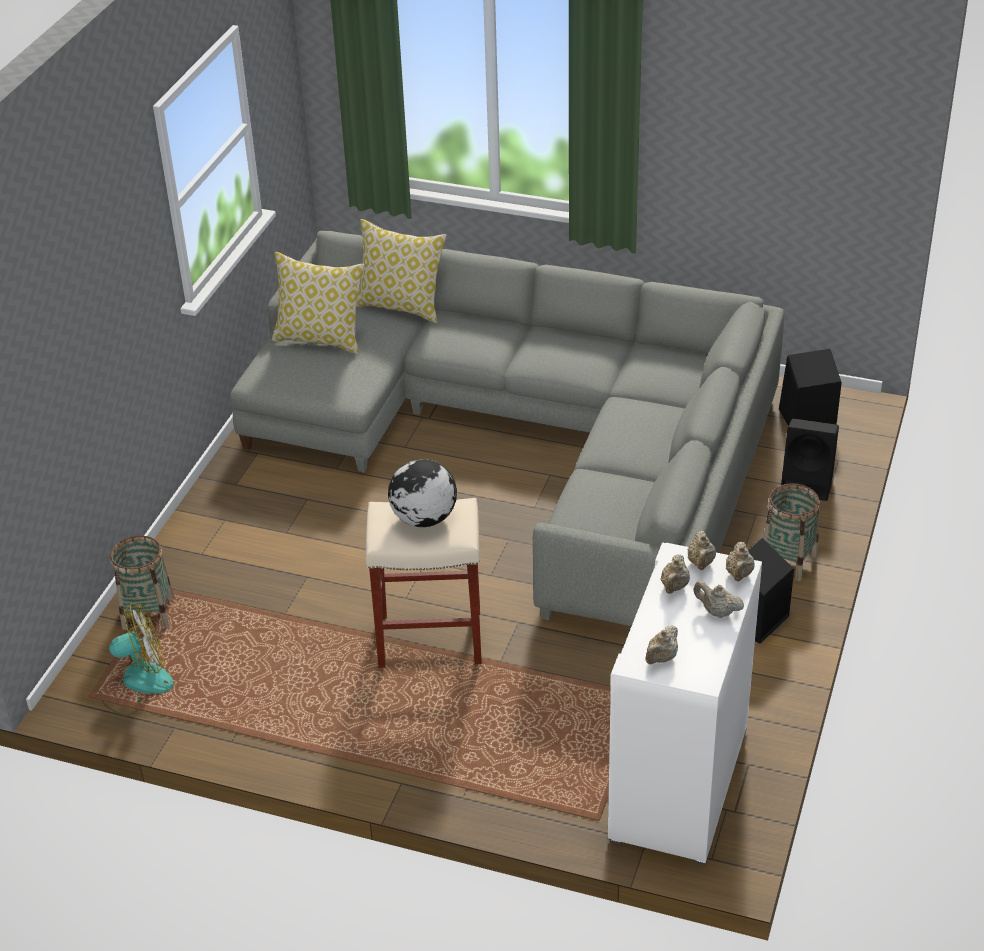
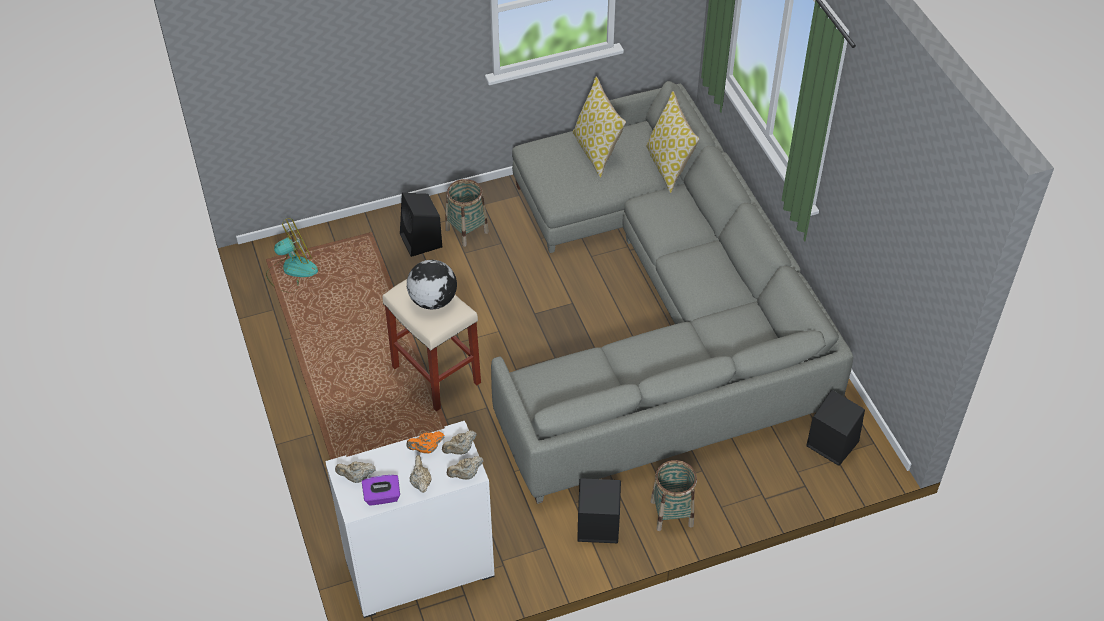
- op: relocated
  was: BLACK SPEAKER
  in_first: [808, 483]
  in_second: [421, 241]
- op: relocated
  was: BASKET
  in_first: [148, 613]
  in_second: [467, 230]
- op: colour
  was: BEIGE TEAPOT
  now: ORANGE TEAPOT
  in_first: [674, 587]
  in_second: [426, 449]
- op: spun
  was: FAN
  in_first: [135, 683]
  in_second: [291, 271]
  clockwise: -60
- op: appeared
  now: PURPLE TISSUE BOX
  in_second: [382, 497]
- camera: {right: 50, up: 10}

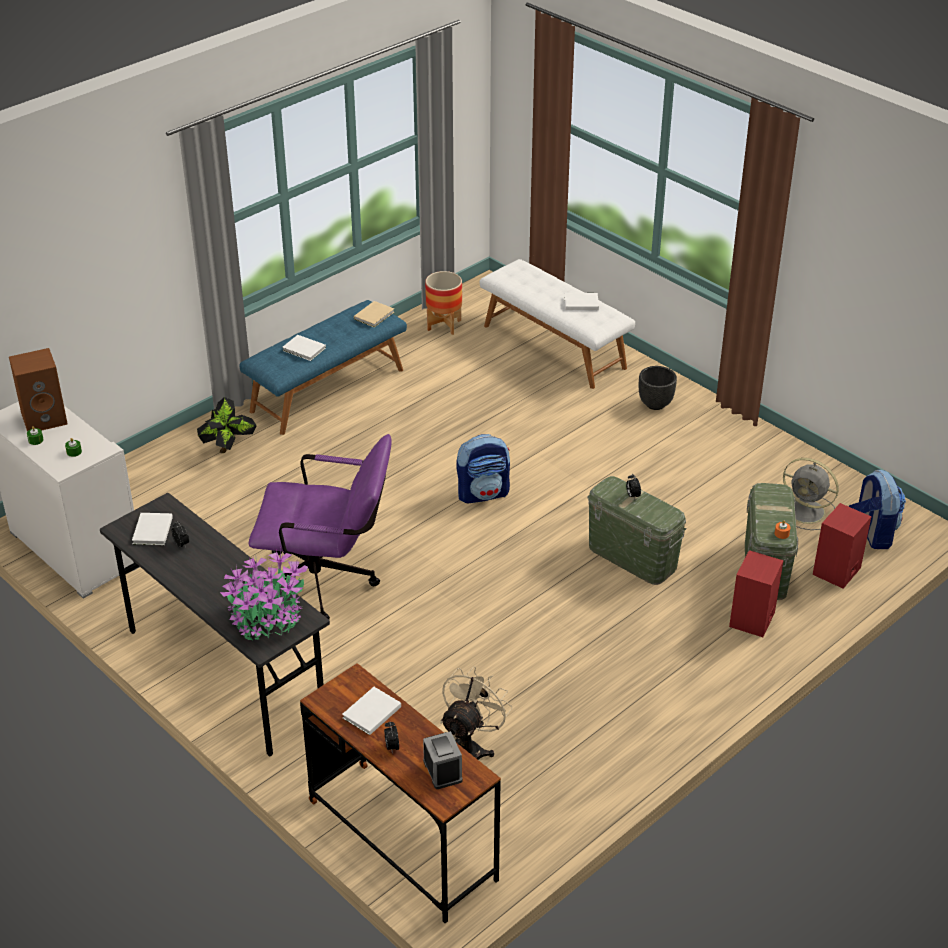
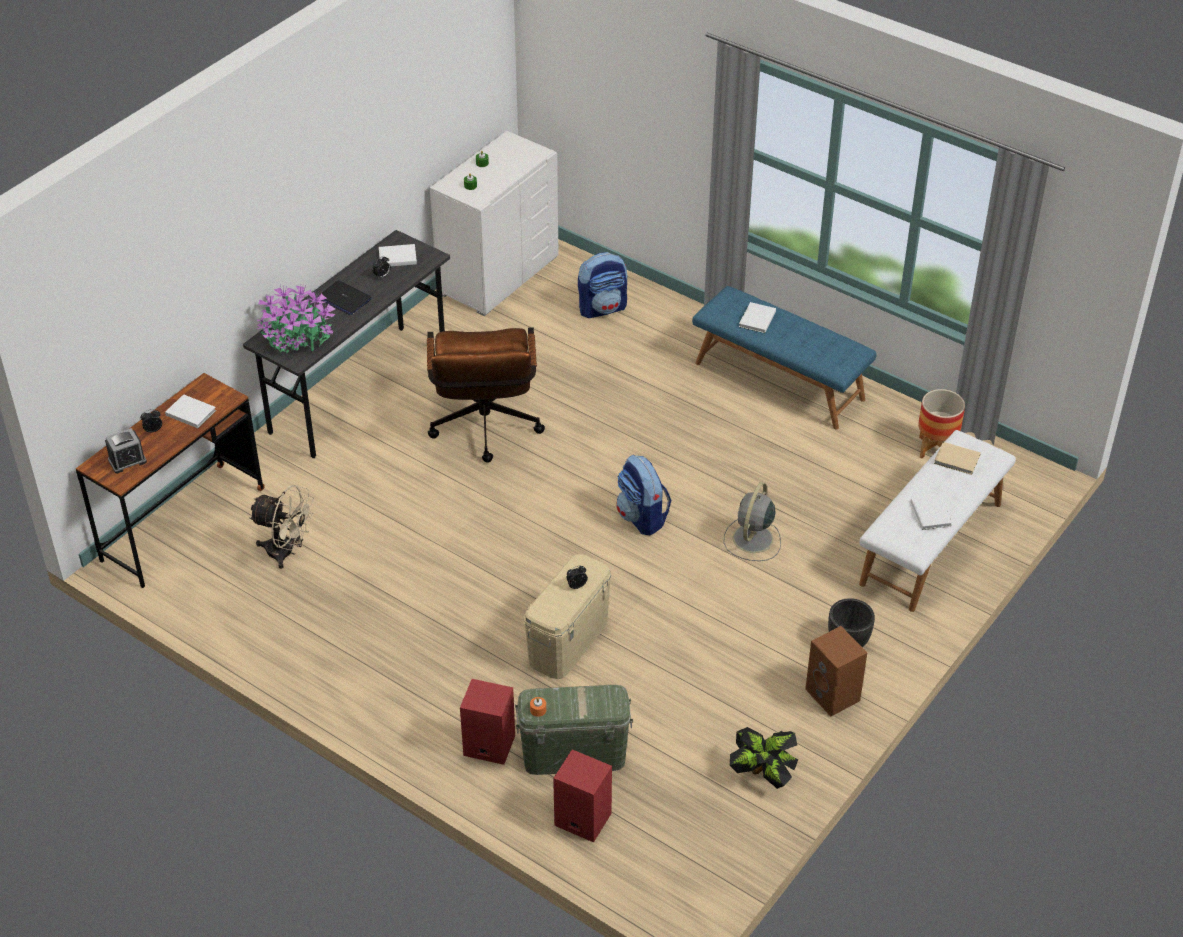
- op: relocated
  was: BEIGE BOOK
  in_first: [375, 315]
  in_second: [957, 460]
- op: relocated
  was: BROWN SPEAKER
  in_first: [45, 418]
  in_second: [834, 695]
- op: relocated
  was: POTTED PLANT
  in_first: [228, 448]
  in_second: [762, 775]
- op: colour
  was: PURPLE OFFICE CHAIR
  now: BROWN OFFICE CHAIR
  in_first: [328, 582]
  in_second: [485, 431]
- op: relocated
  was: GREY FAN
  in_first: [807, 512]
  in_second: [752, 540]
- op: relocated
  was: BACKPACK
  in_first: [872, 533]
  in_second: [603, 308]
- op: colour
  was: GREEN STORAGE BOX
  now: BEIGE STORAGE BOX
  in_first: [632, 557]
  in_second: [568, 641]
- op: appeared
  now: LAPTOP
  in_second: [344, 299]
- camera: {right: 80, up: 5}

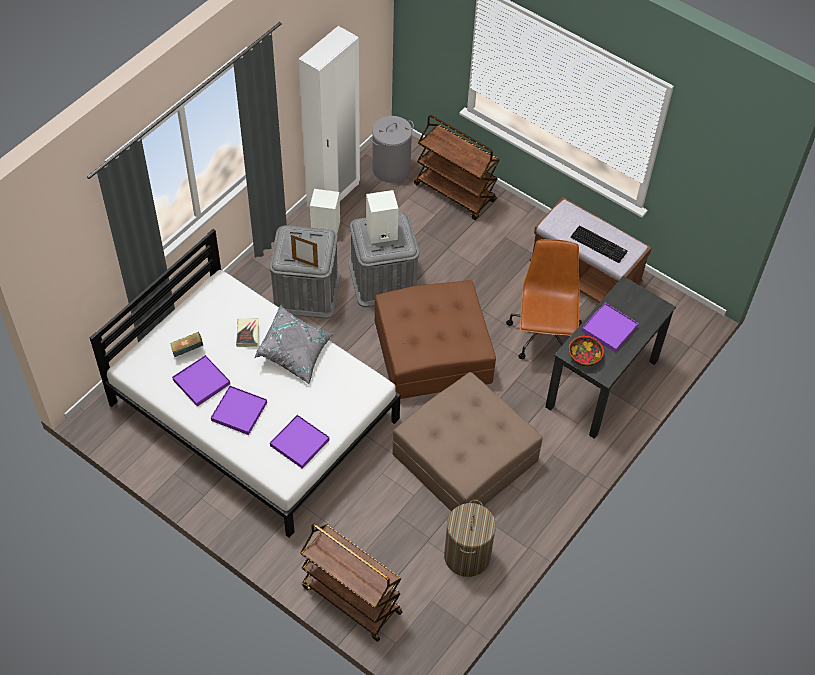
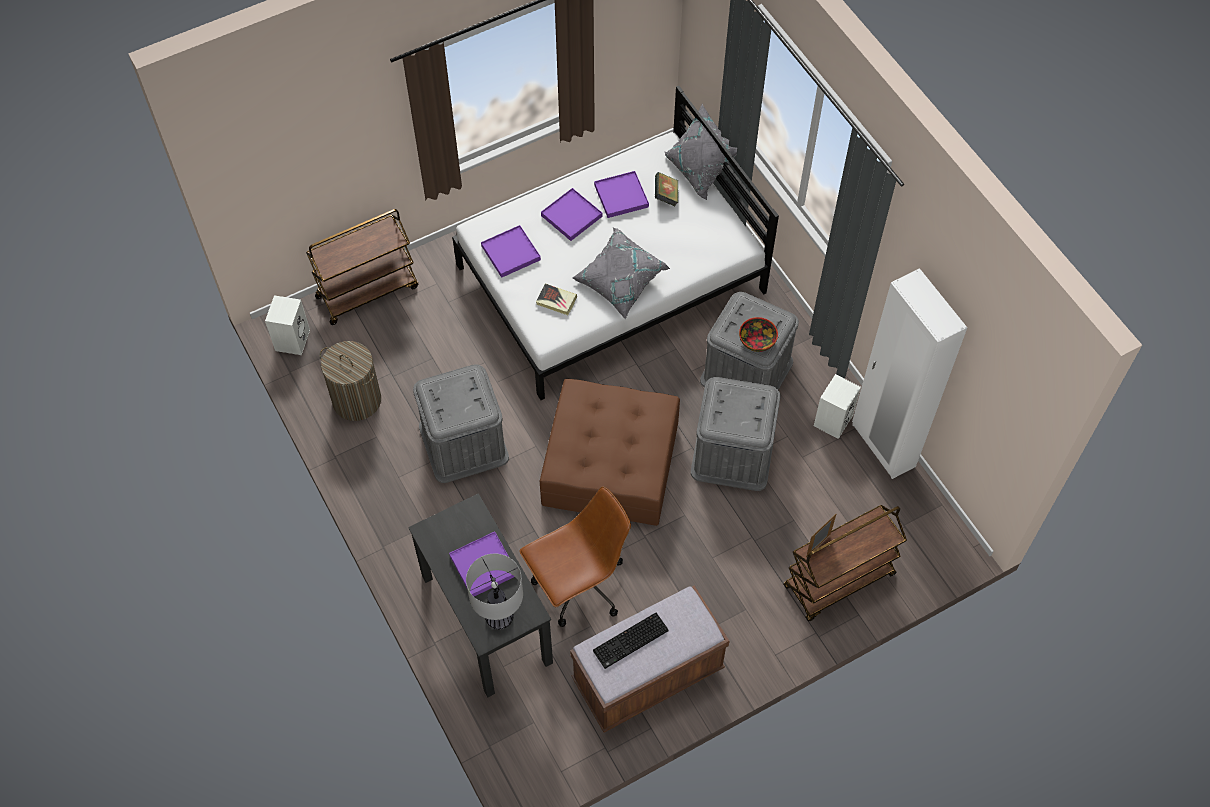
- op: missing
  was: GREY LAUNDRY BASKET
  in_first: [391, 168]
- op: relocated
  was: WHITE SPEAKER
  in_first: [381, 233]
  in_second: [292, 339]
- op: relocated
  was: PICTURE FRAME
  in_first: [305, 262]
  in_second: [818, 545]
- op: spun
  was: BROWN OFFICE CHAIR
  in_first: [544, 336]
  in_second: [578, 586]
  clockwise: -60
- op: relocated
  was: BOOK
  in_first: [248, 334]
  in_second: [556, 301]
- op: relocated
  was: BOWL
  in_first: [584, 357]
  in_second: [757, 340]
- op: exchanged
  was: BROWN OTTOMAN
  now: GREY STORAGE BOX
  in_first: [465, 457]
  in_second: [463, 442]
- op: appeared
  now: GREY PILLOW
  in_second: [700, 170]
- op: appeared
  now: TABLE LAMP
  in_second: [500, 618]
- camera: {right: 115, up: 5}

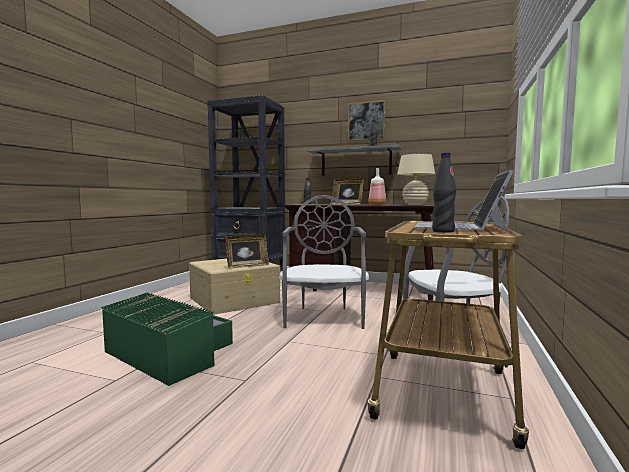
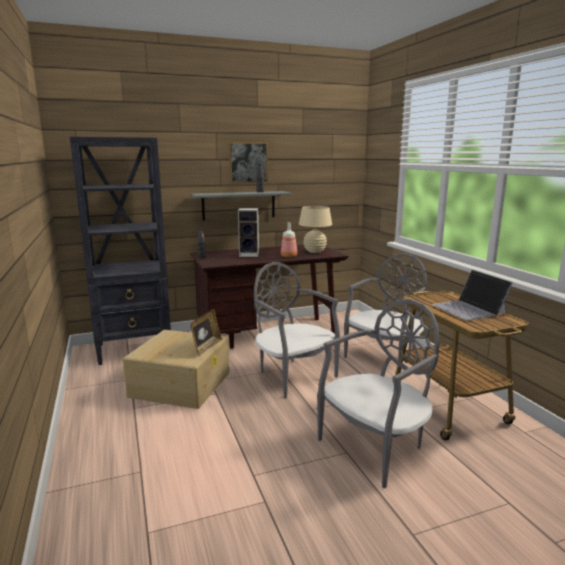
- op: missing
  was: BLACK BOTTLE
  in_first: [443, 231]
- op: exchanged
  was: PICTURE FRAME
  now: SPEAKER
  in_first: [347, 204]
  in_second: [250, 255]
- op: missing
  was: GREEN STORAGE BOX
  in_first: [169, 352]
- op: appeared
  now: GREY CHAIR
  in_second: [376, 447]
- camera: {right: -40, up: 10}

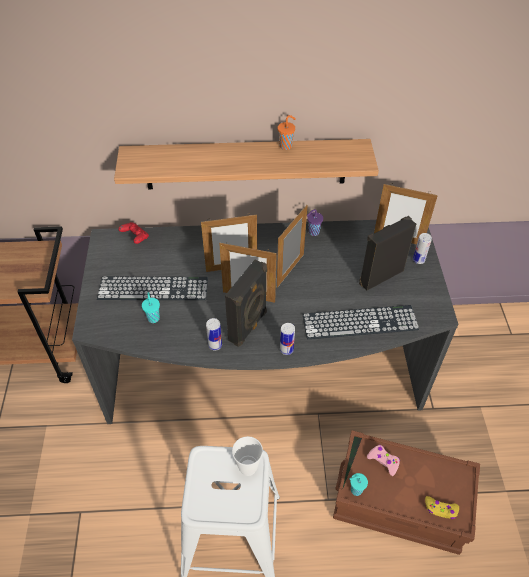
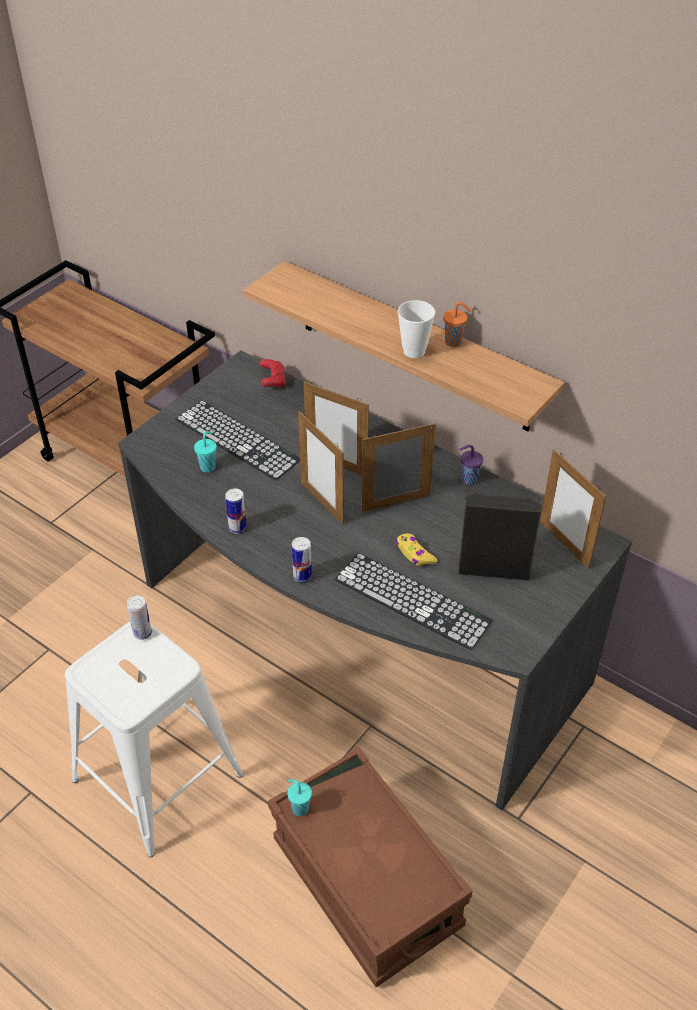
- op: relocated
  was: CAN
  in_first: [418, 260]
  in_second: [142, 633]
- op: missing
  was: BLACK SPEAKER
  in_first: [249, 326]
- op: relocated
  was: CUP
  in_first: [248, 467]
  in_second: [414, 351]
- op: missing
  was: PINK GAME CONTROLLER
  in_first: [383, 461]
- op: relocated
  was: YELLOW GAME CONTROLLER
  in_first: [440, 509]
  in_second: [414, 554]
- camera: {right: 40, up: -5}

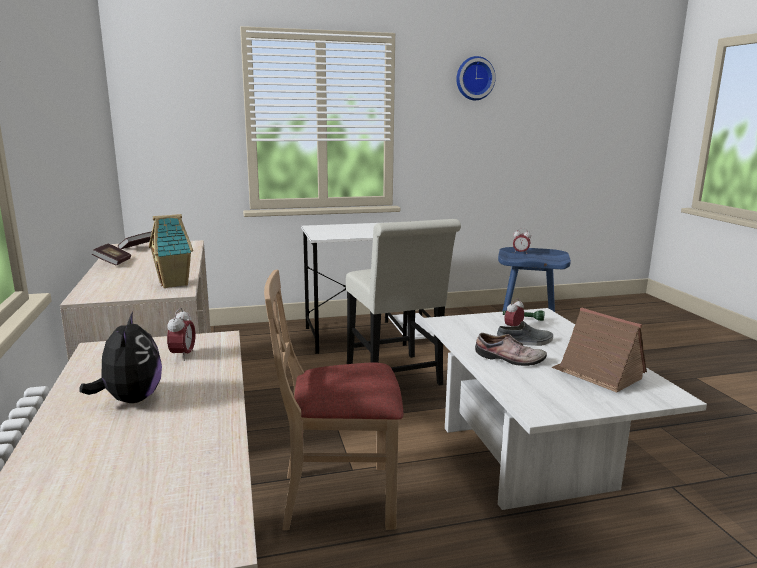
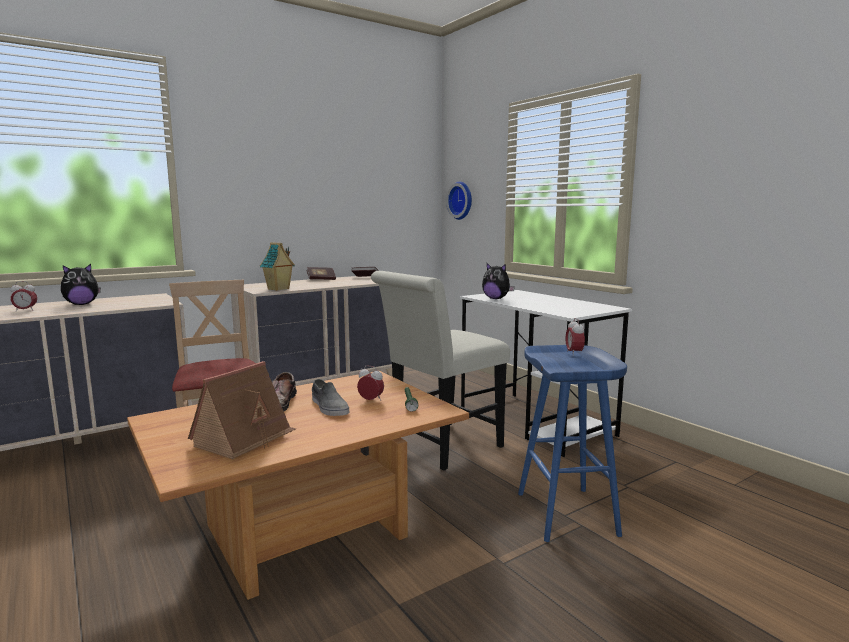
- op: relocated
  was: WALL CLOCK
  in_first: [474, 78]
  in_second: [461, 200]
- op: relocated
  was: ALARM CLOCK
  in_first: [183, 355]
  in_second: [25, 310]
- op: colour
  was: WHITE COFFEE TABLE
  now: BROWN COFFEE TABLE
  in_first: [531, 457]
  in_second: [305, 535]
- op: appeared
  now: PLUSH TOY
  in_second: [496, 299]
- camera: {right: 70, up: -5}

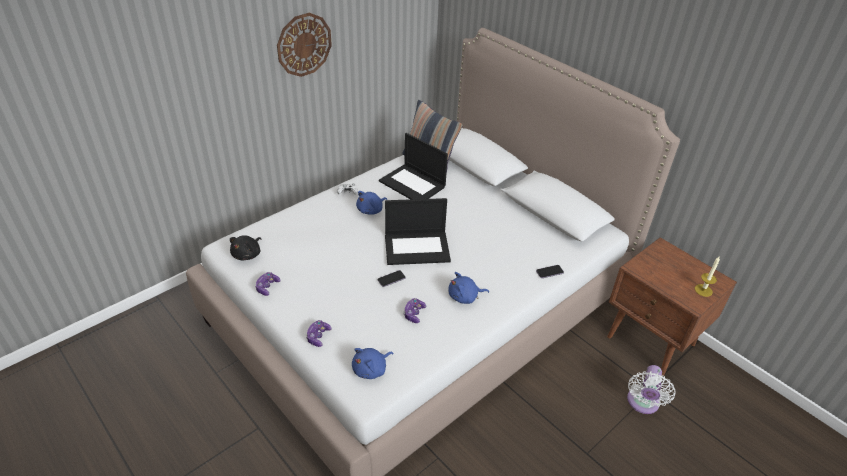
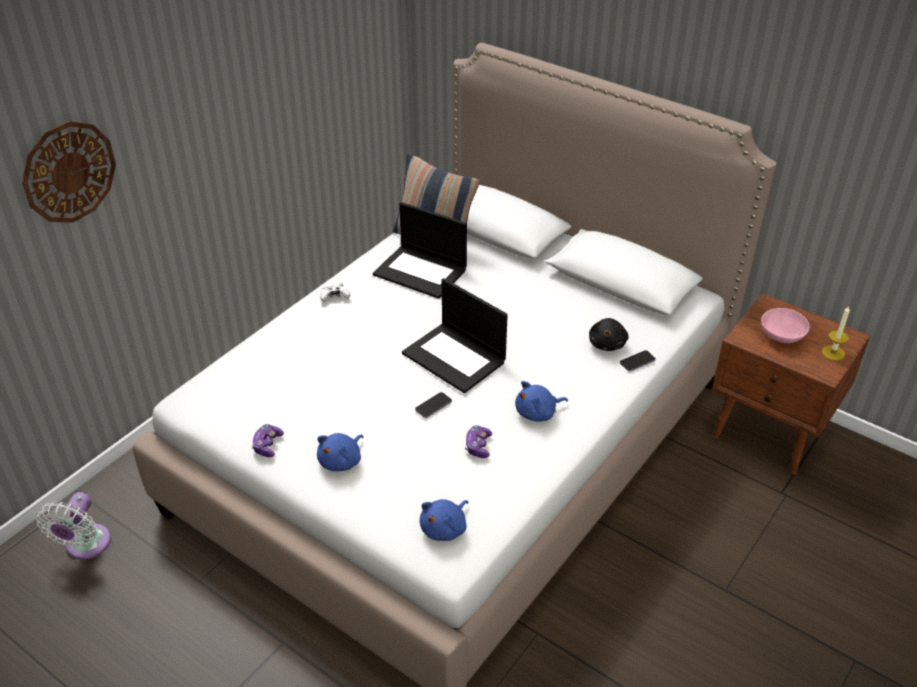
- op: relocated
  was: WALL CLOCK
  in_first: [304, 45]
  in_second: [69, 172]
- op: relocated
  was: BLUE PLUSH TOY
  in_first: [371, 210]
  in_second: [342, 461]
- op: spun
  was: LAPTOP
  in_first: [417, 247]
  in_second: [455, 358]
  clockwise: 60
- op: relocated
  was: BLACK PLUSH TOY
  in_first: [248, 254]
  in_second: [607, 343]
- op: missing
  was: GAME CONTROLLER
  in_first: [318, 336]
- op: relocated
  was: WHITE FAN
  in_first: [642, 403]
  in_second: [86, 546]
- op: appeared
  now: PINK BOWL
  in_second: [782, 336]
- camera: {right: -10, up: 0}

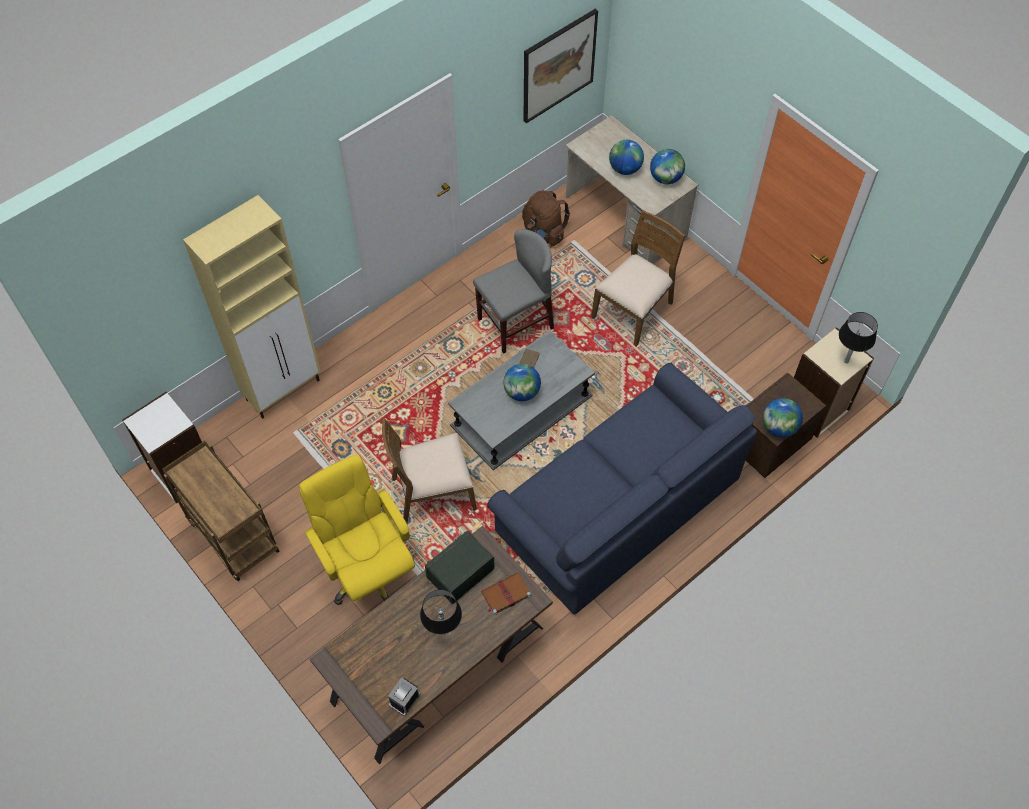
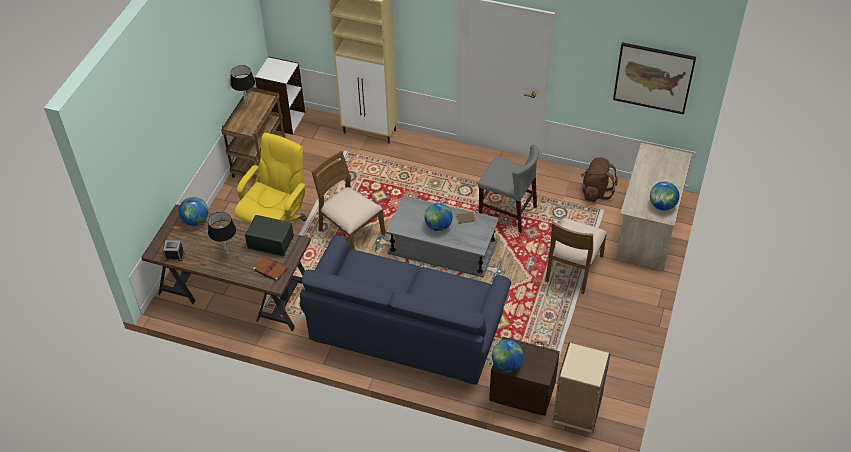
- op: relocated
  was: GLOBE
  in_first: [625, 169]
  in_second: [195, 221]
- op: spun
  was: BROWN CHAIR
  in_first: [634, 310]
  in_second: [572, 268]
  clockwise: 105
- op: relocated
  was: BLACK TABLE LAMP
  in_first: [846, 361]
  in_second: [246, 105]
- camera: {right: 60, up: -10}

